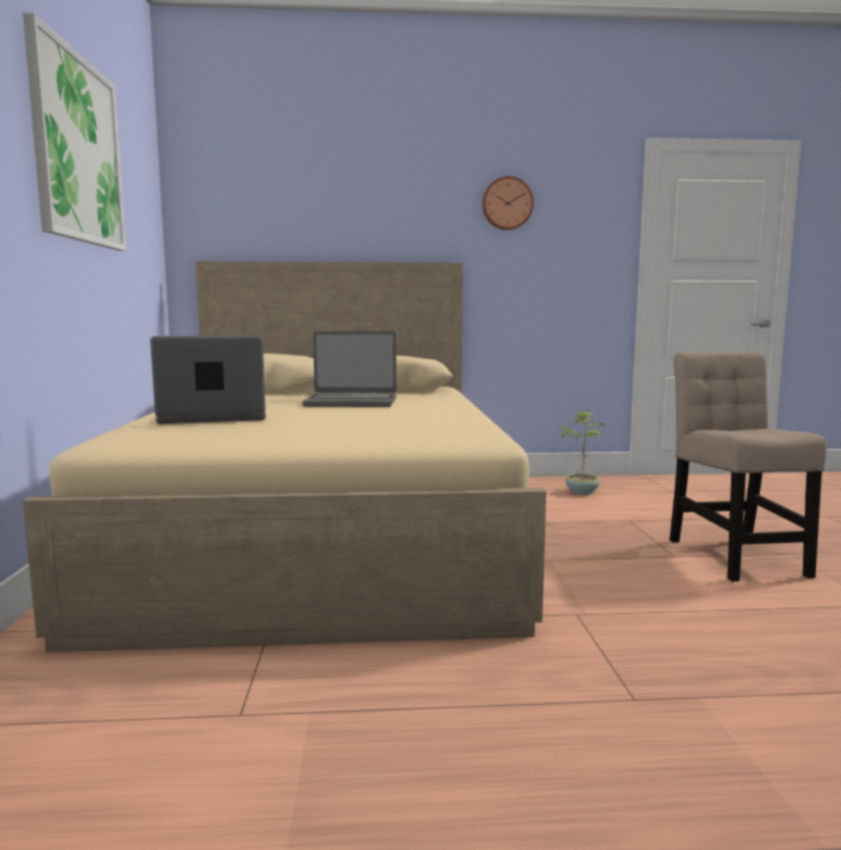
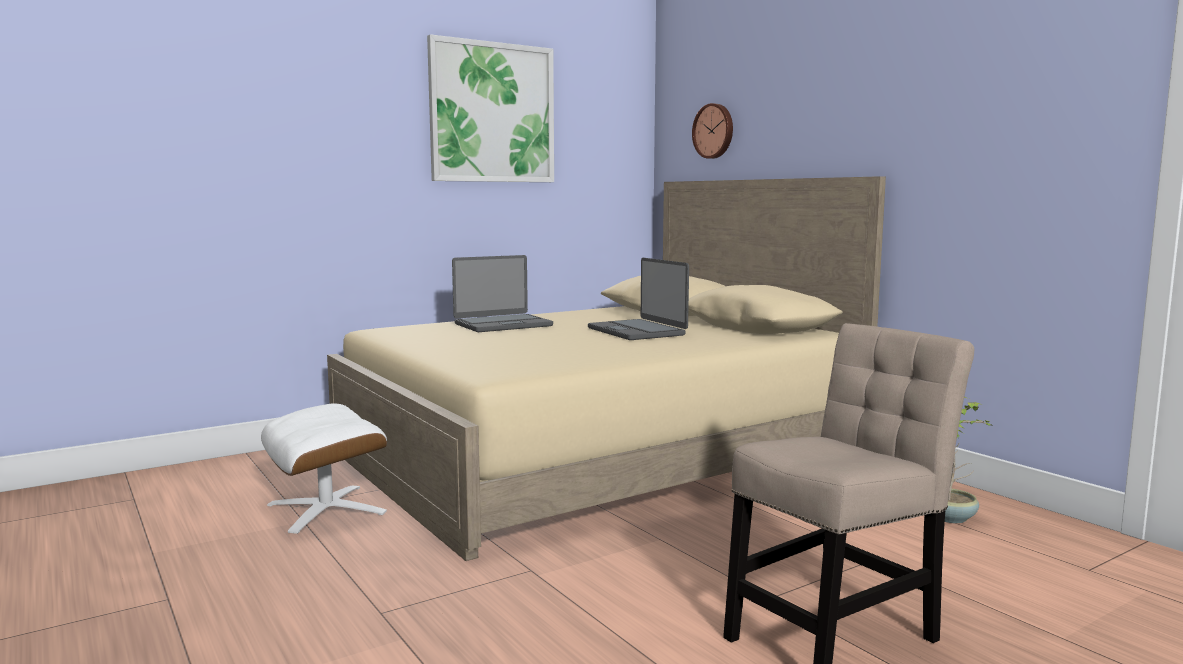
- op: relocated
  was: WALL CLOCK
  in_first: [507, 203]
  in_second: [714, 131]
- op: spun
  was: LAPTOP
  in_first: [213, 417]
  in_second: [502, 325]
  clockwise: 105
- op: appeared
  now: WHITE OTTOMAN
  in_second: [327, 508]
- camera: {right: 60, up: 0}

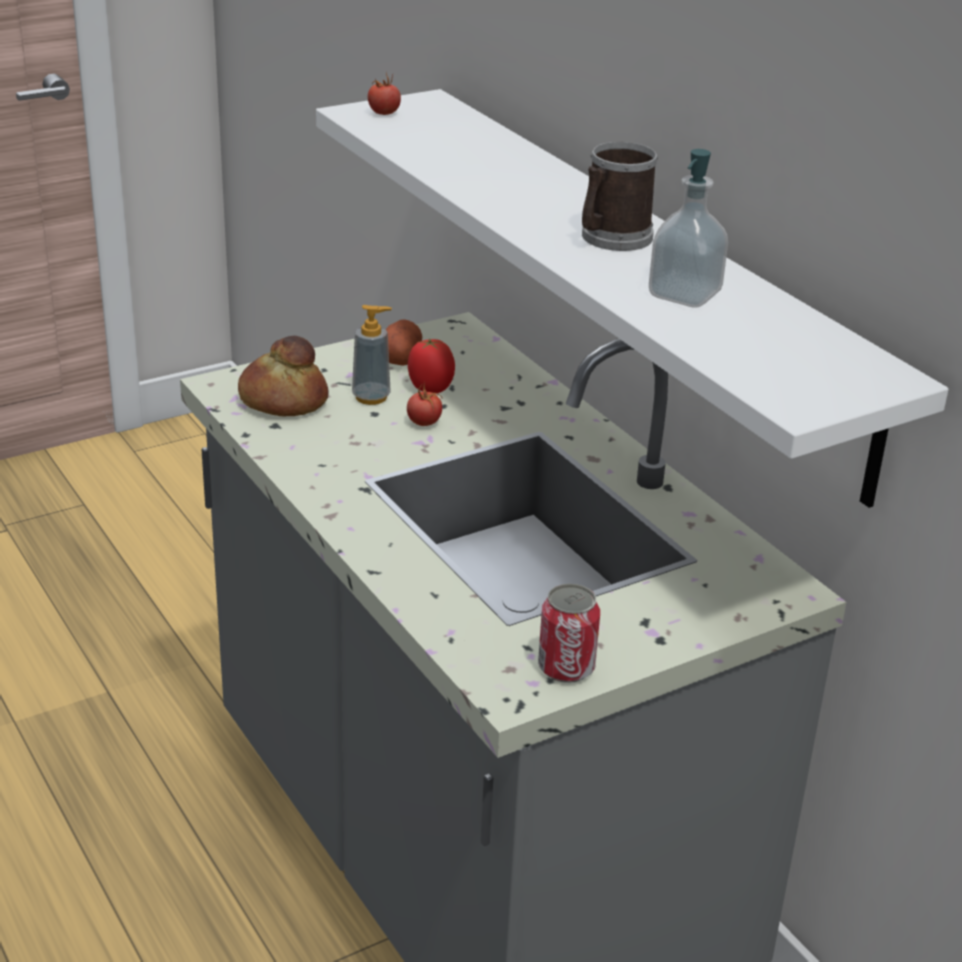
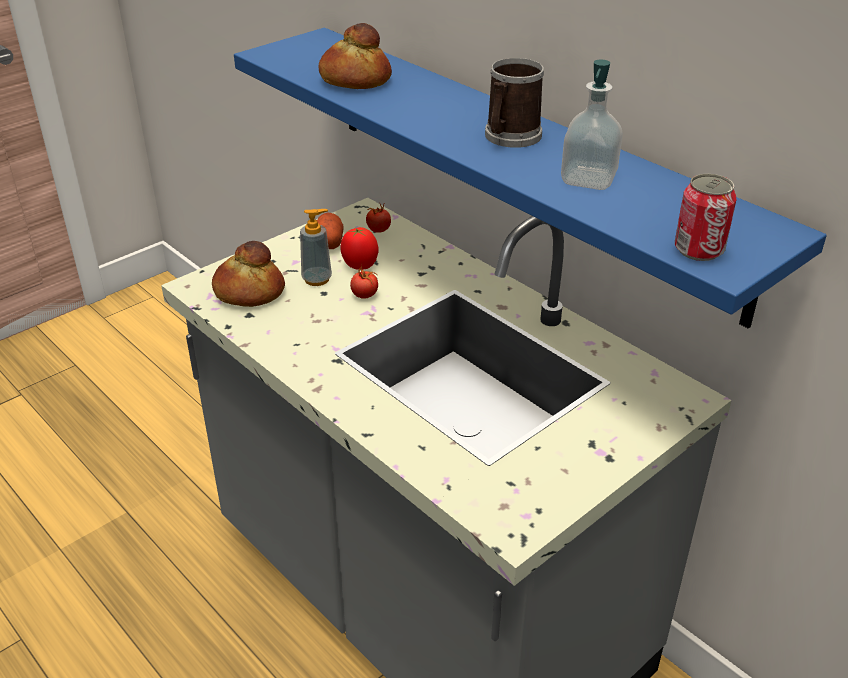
- op: relocated
  was: TOMATO
  in_first: [384, 113]
  in_second: [378, 230]
- op: colour
  was: WHITE SHELF
  now: BLUE SHELF
  in_first: [641, 277]
  in_second: [522, 162]
- op: relocated
  was: CAN
  in_first: [566, 667]
  in_second: [698, 250]
- op: appeared
  now: BREAD
  in_second: [355, 79]
- camera: {right: -10, up: 5}

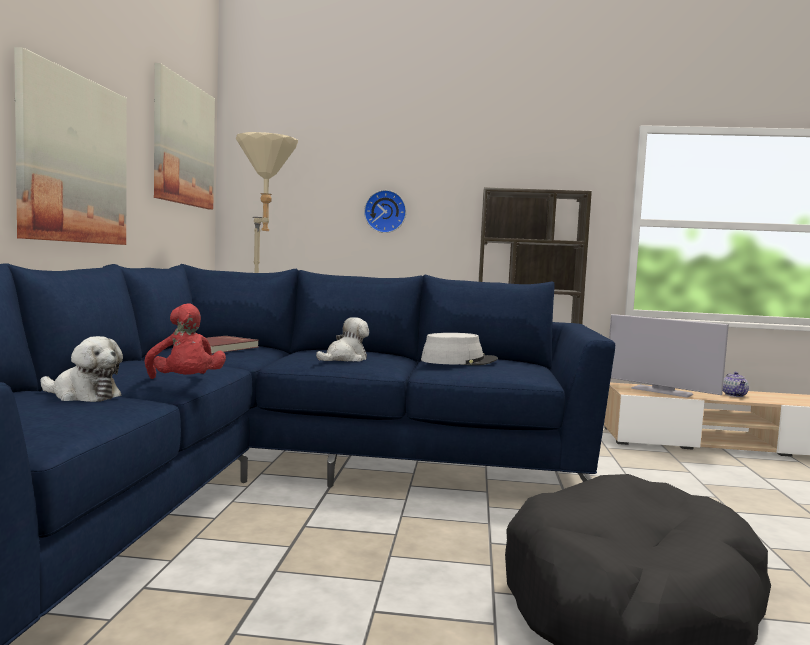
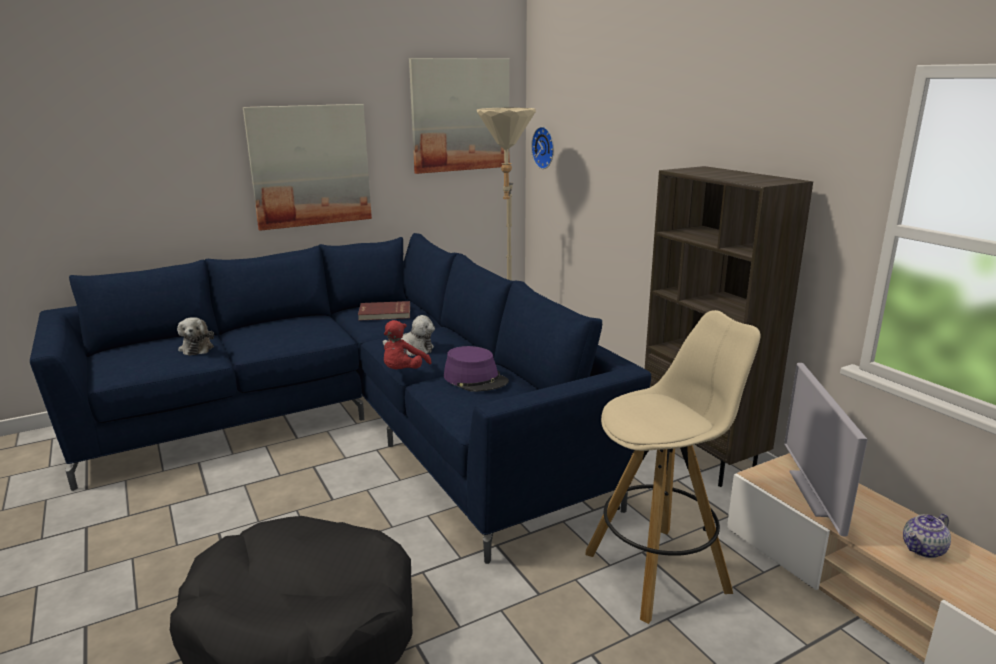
- op: relocated
  was: WALL CLOCK
  in_first: [385, 211]
  in_second: [545, 147]
- op: relocated
  was: RED PLUSH TOY
  in_first: [185, 383]
  in_second: [403, 371]
- op: colour
  was: GREY HAT
  now: PURPLE HAT
  in_first: [459, 361]
  in_second: [476, 379]
- op: appeared
  now: BEIGE STOOL
  in_second: [658, 571]
- camera: {right: 55, up: 15}

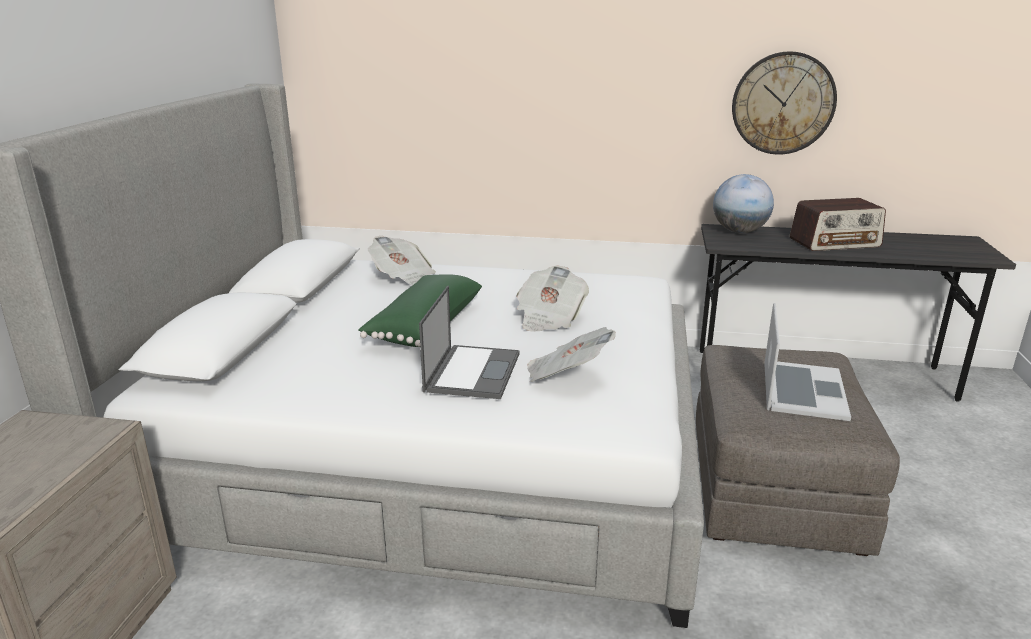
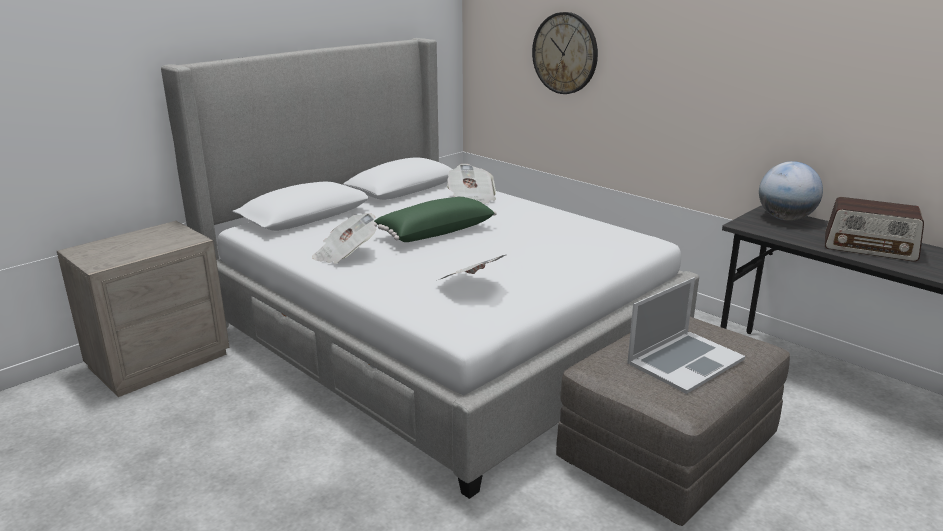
- op: relocated
  was: WALL CLOCK
  in_first: [783, 103]
  in_second: [565, 53]
- op: relocated
  was: NEWSPAPER
  in_first: [549, 318]
  in_second: [345, 255]
- op: missing
  was: LAPTOP
  in_first: [472, 371]
- camera: {right: 35, up: 0}

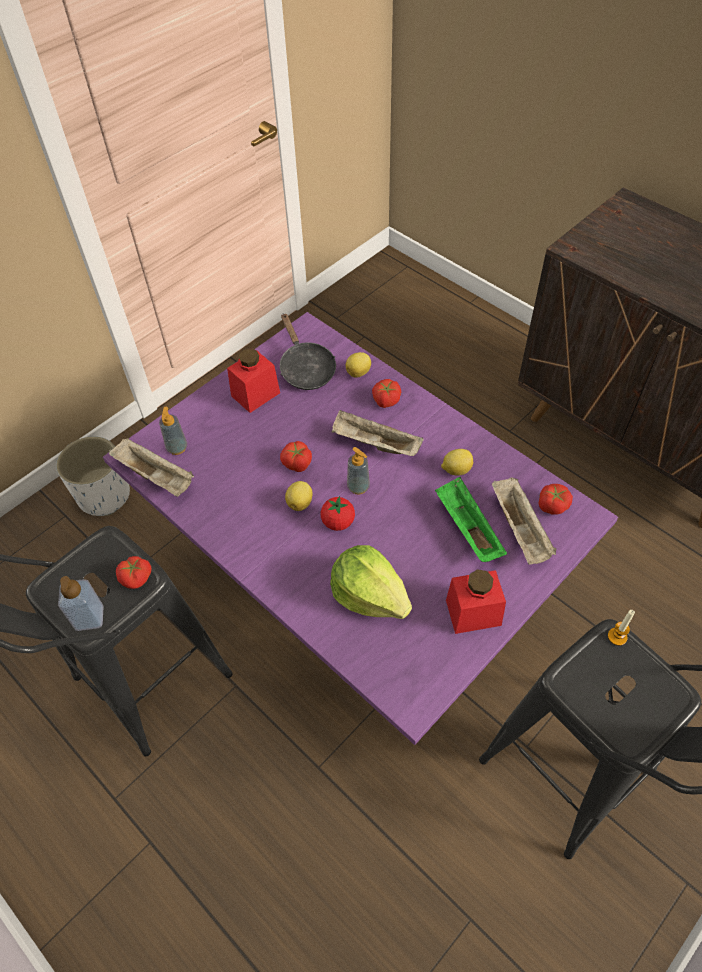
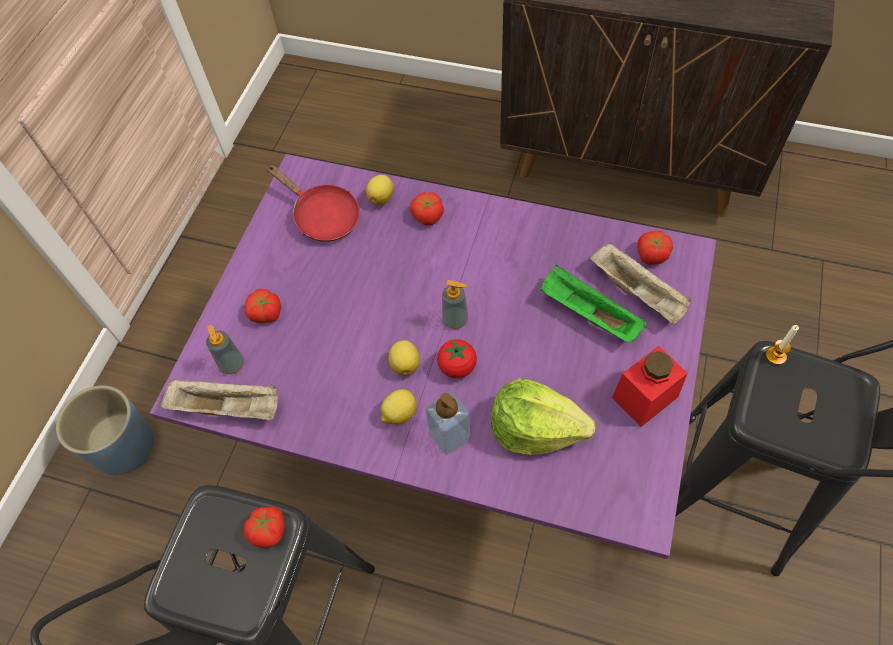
- op: colour
  was: BLACK FRYING PAN
  now: RED FRYING PAN
  in_first: [305, 368]
  in_second: [322, 216]
- op: missing
  was: RED JAR
  in_first: [255, 394]
- op: missing
  was: BEIGE TRAY
  in_first: [374, 444]
- op: colour
  was: WHITE PLANTER
  now: BLUE PLANTER
  in_first: [104, 495]
  in_second: [123, 446]
- op: relocated
  was: TOMATO
  in_first: [296, 463]
  in_second: [265, 313]
- op: relocated
  was: LEMON
  in_first: [456, 469]
  in_second: [399, 414]
- op: relocated
  was: SOAP DISPENSER
  in_first: [89, 617]
  in_second: [449, 435]
- camera: {right: -25, up: 5}

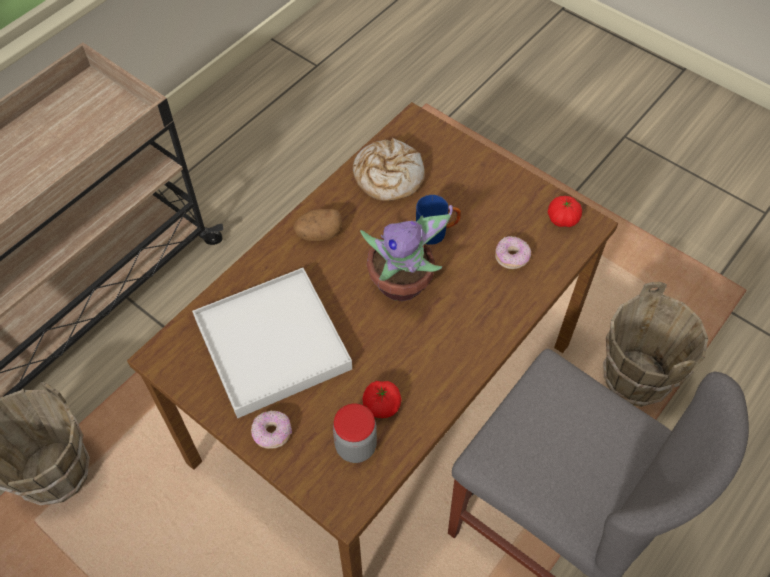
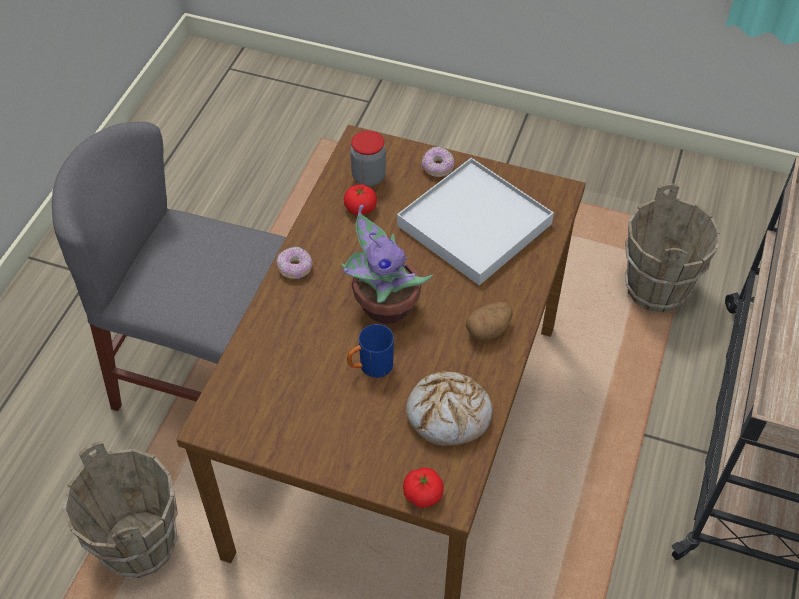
- op: relocated
  was: TOMATO
  in_first: [562, 219]
  in_second: [423, 494]
- op: relocated
  was: DONUT
  in_first: [511, 257]
  in_second: [295, 268]
- camera: {right: 160, up: -5}

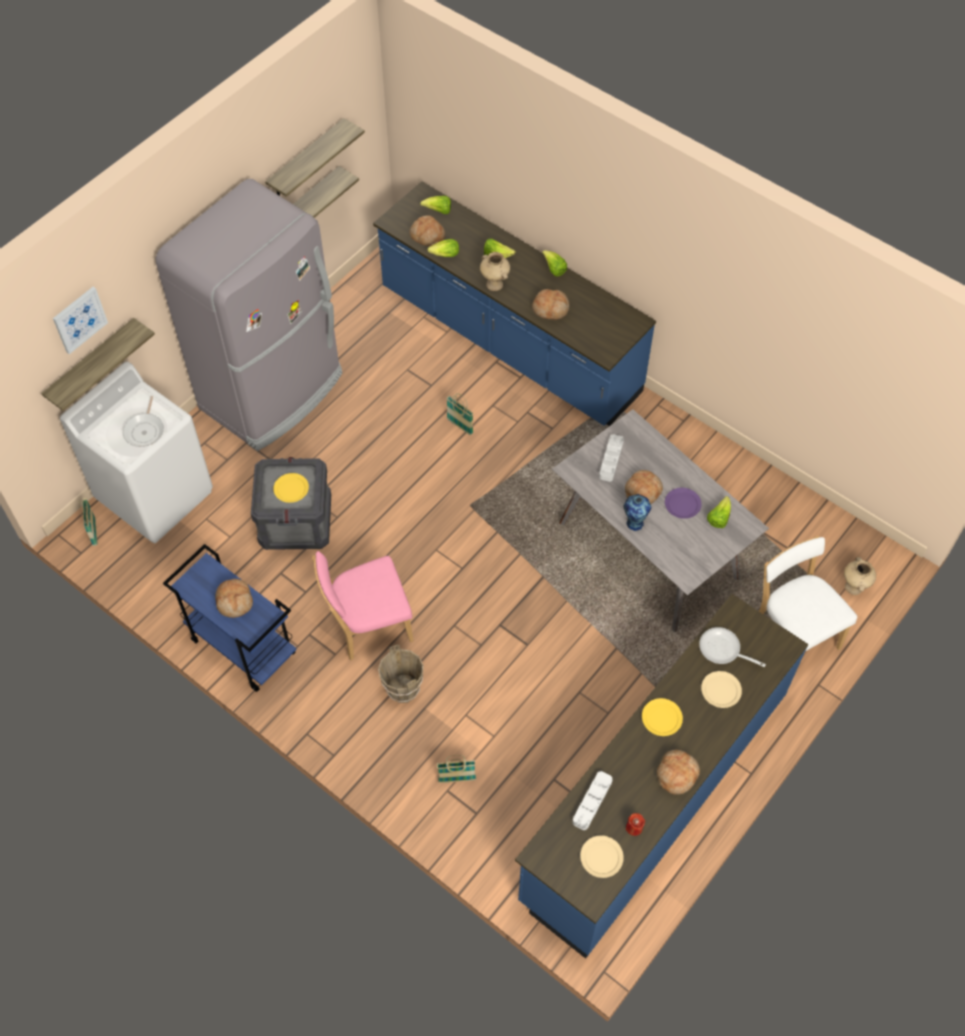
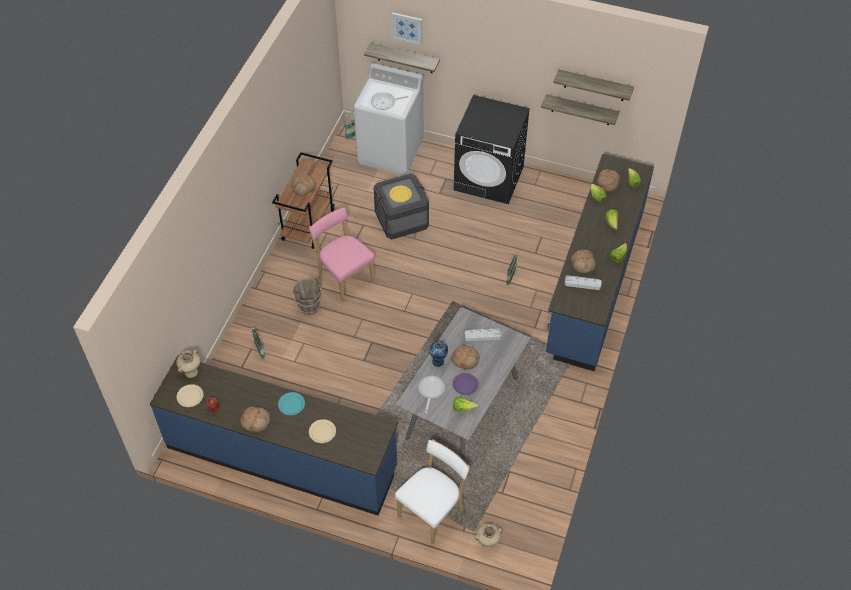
- op: exchanged
  was: GREY FRIDGE
  now: BLACK WASHING MACHINE
  in_first: [273, 392]
  in_second: [489, 178]
- op: relocated
  was: BEIGE VASE
  in_first: [495, 284]
  in_second: [191, 372]
- op: colour
  was: BLUE CART
  now: BROWN CART
  in_first: [242, 647]
  in_second: [308, 224]
- op: relocated
  was: FRYING PAN
  in_first: [723, 650]
  in_second: [430, 391]
- op: colour
  was: YELLOW PLATE
  now: TURQUOISE PLATE
  in_first: [661, 718]
  in_second: [291, 404]
- op: relocated
  was: GREY TRAY
  in_first: [592, 801]
  in_second: [582, 284]
- camera: {right: 70, up: -5}

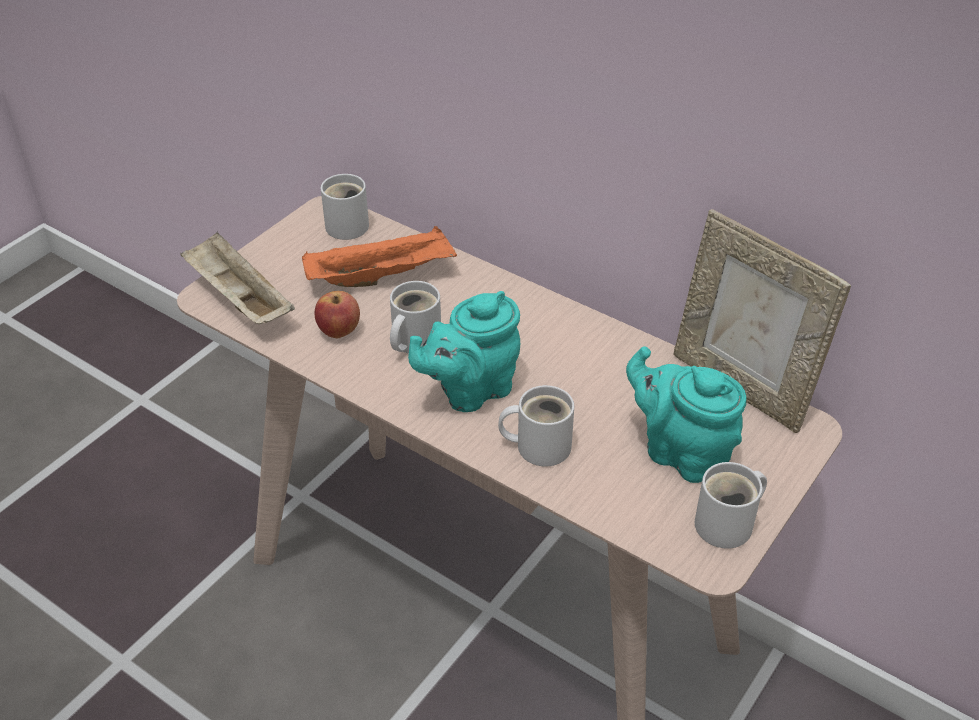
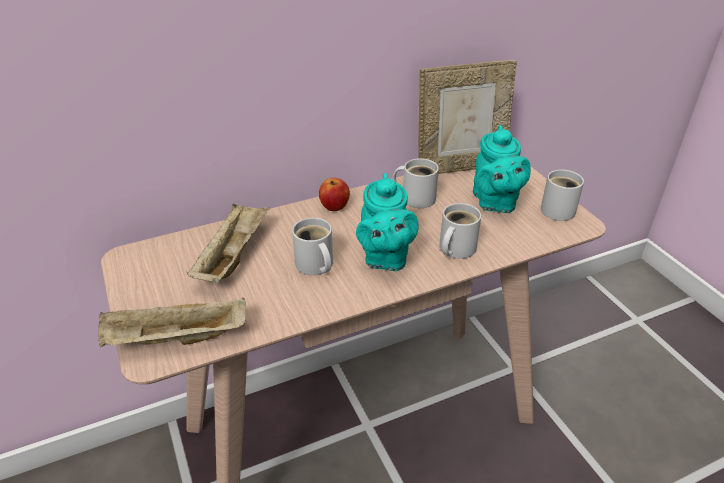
- op: relocated
  was: WHITE MUG
  in_first: [348, 223]
  in_second: [416, 197]
- op: colour
  was: ORANGE TRAY
  now: BEIGE TRAY
  in_first: [382, 276]
  in_second: [233, 256]
- op: relocated
  was: APPLE
  in_first: [339, 331]
  in_second: [334, 207]
- op: spun
  was: TURQUOISE TEAPOT
  in_first: [681, 452]
  in_second: [495, 203]
  clockwise: -75
- camera: {right: -60, up: -5}

